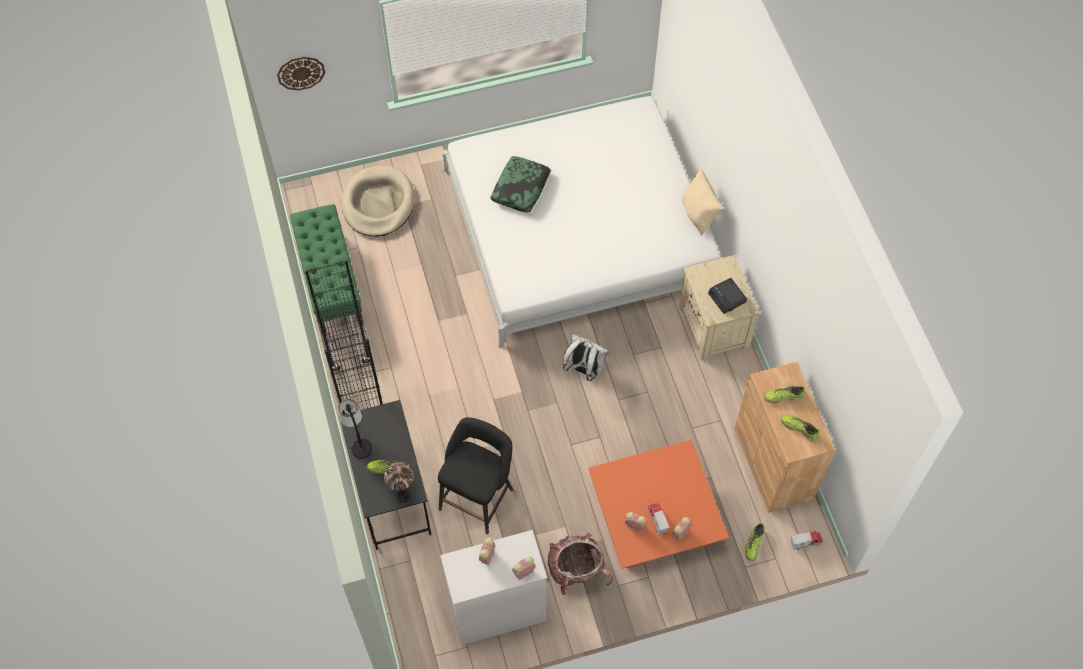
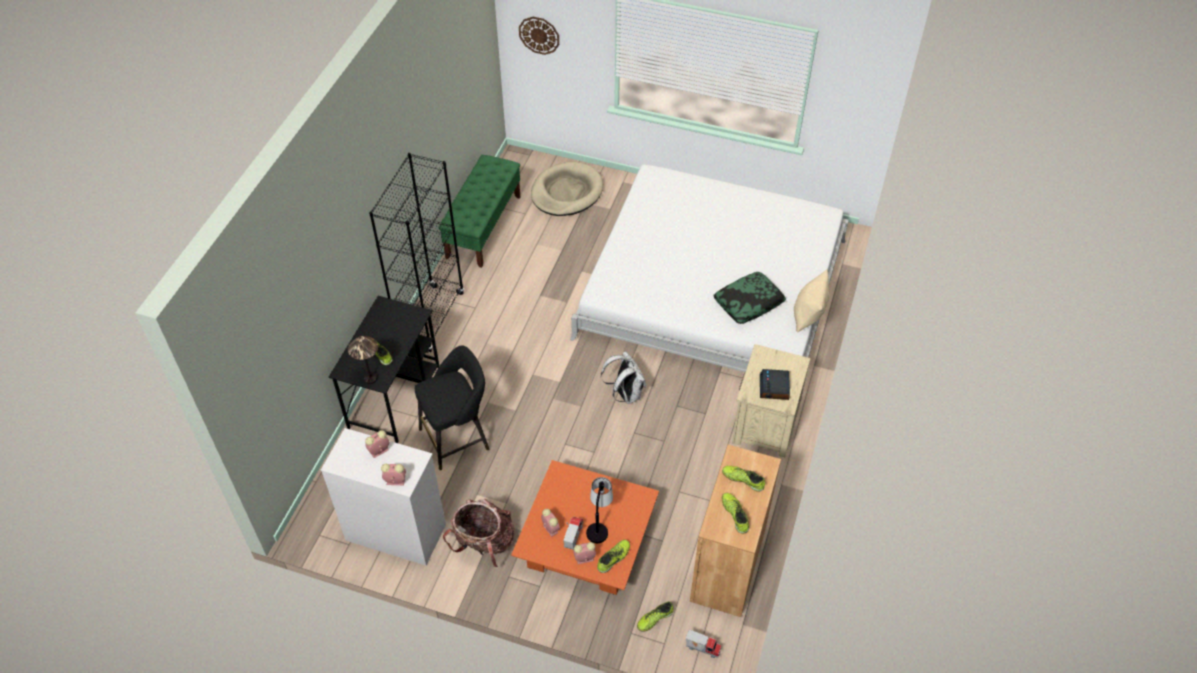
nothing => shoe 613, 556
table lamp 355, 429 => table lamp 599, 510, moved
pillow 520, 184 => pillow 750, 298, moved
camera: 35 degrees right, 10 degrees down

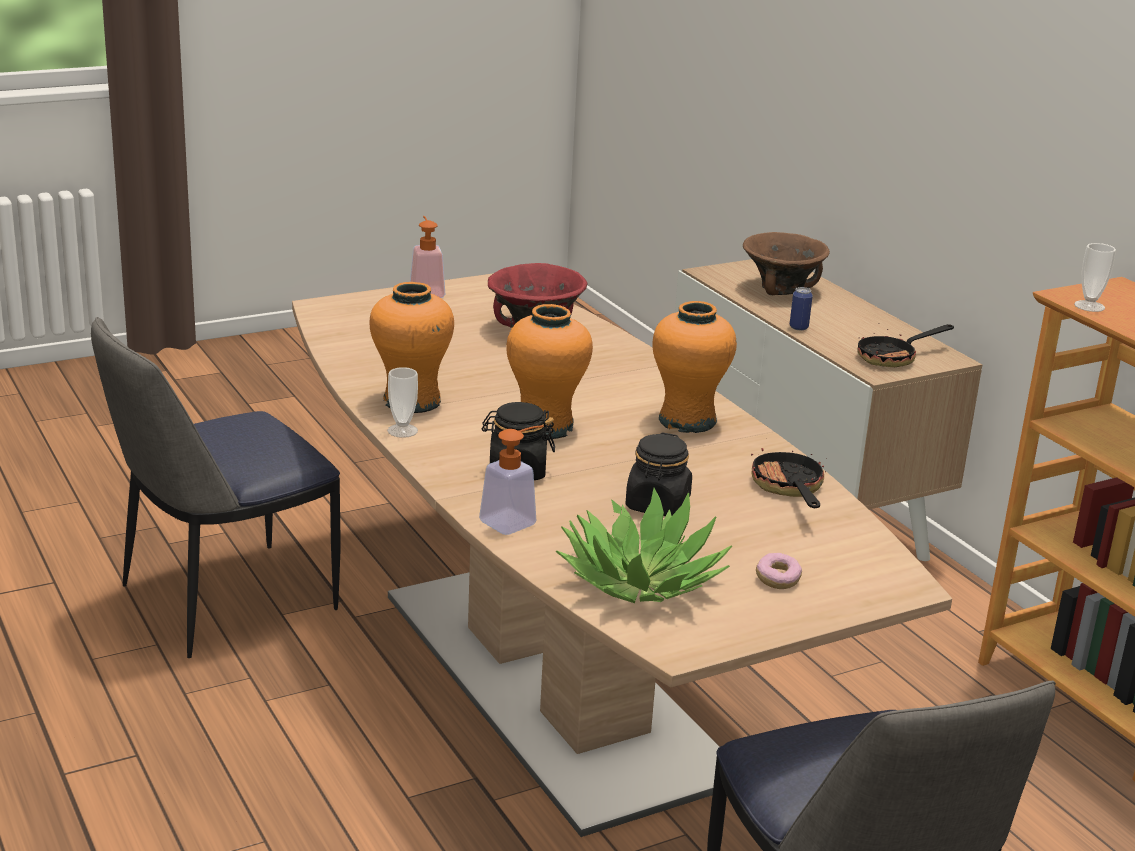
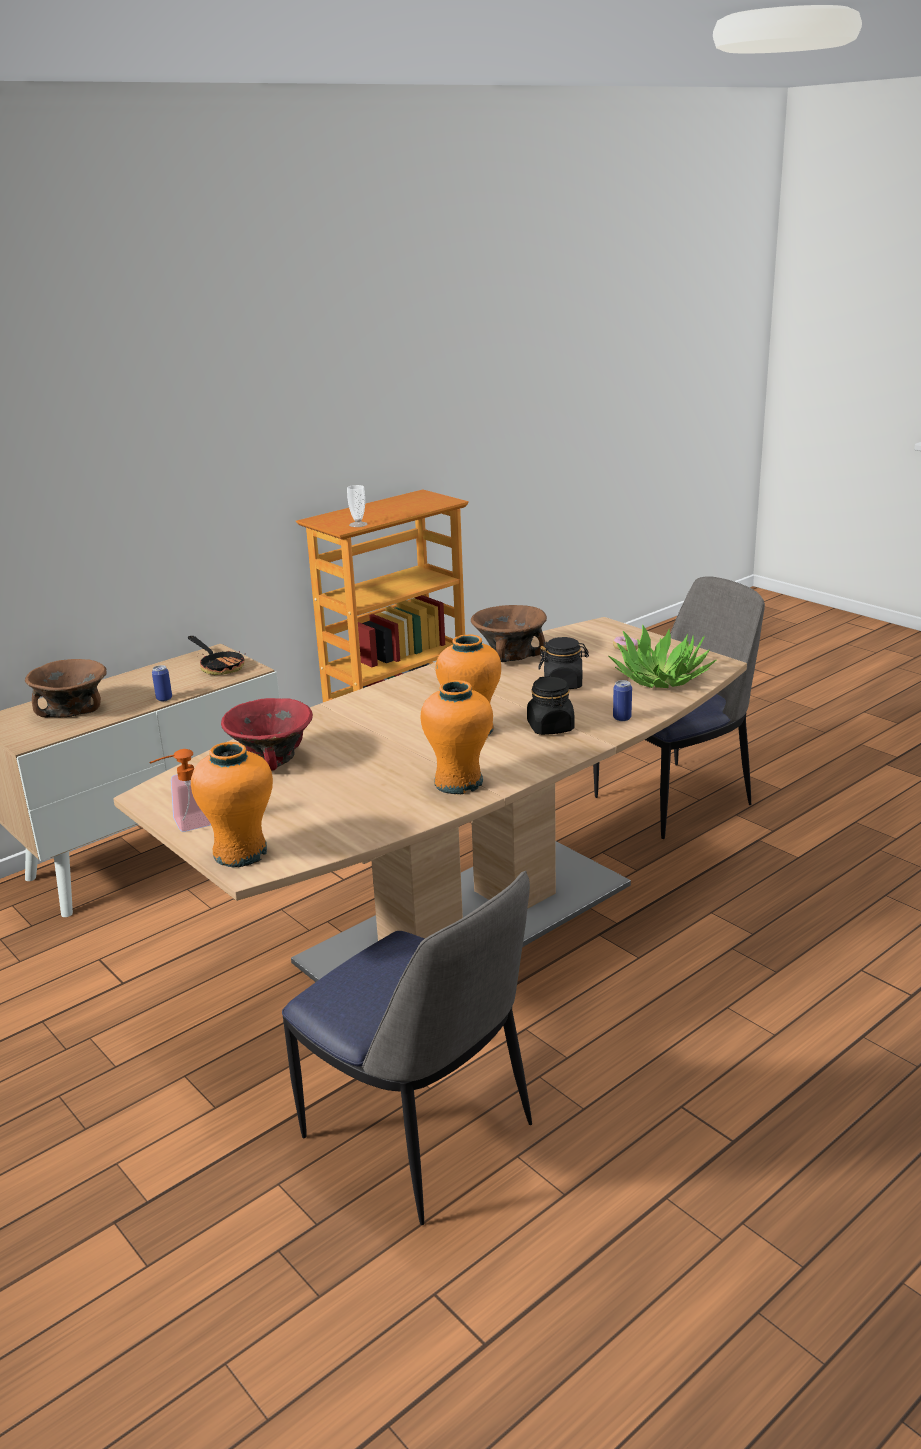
cup 402, 402 => nothing
orange vase 694, 367 => orange vase 232, 804, moved
soap dispenser 511, 480 => can 622, 700
frying pan 789, 473 => brown bowl 509, 633
camera: 100 degrees left, 0 degrees up

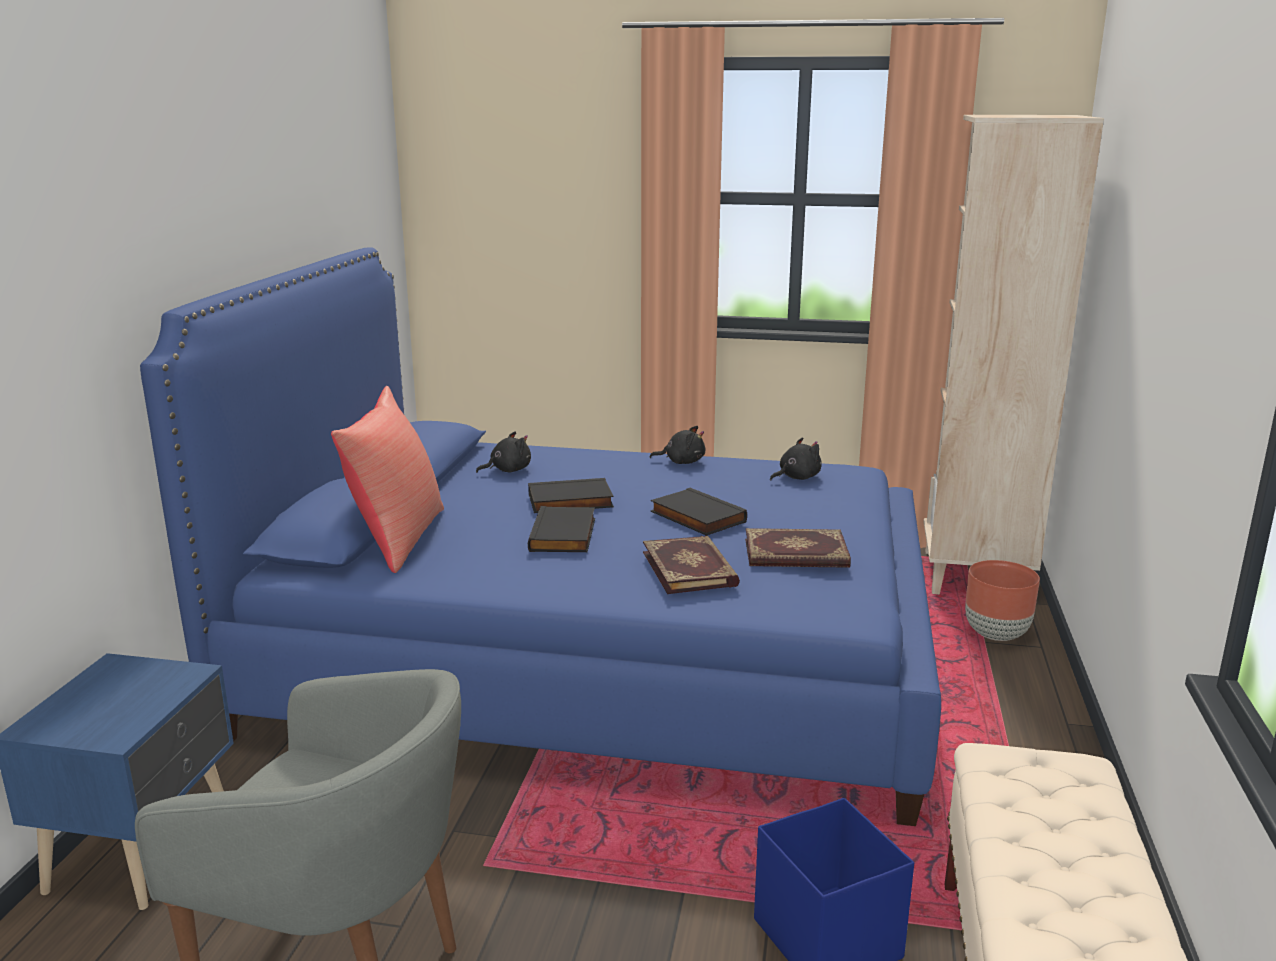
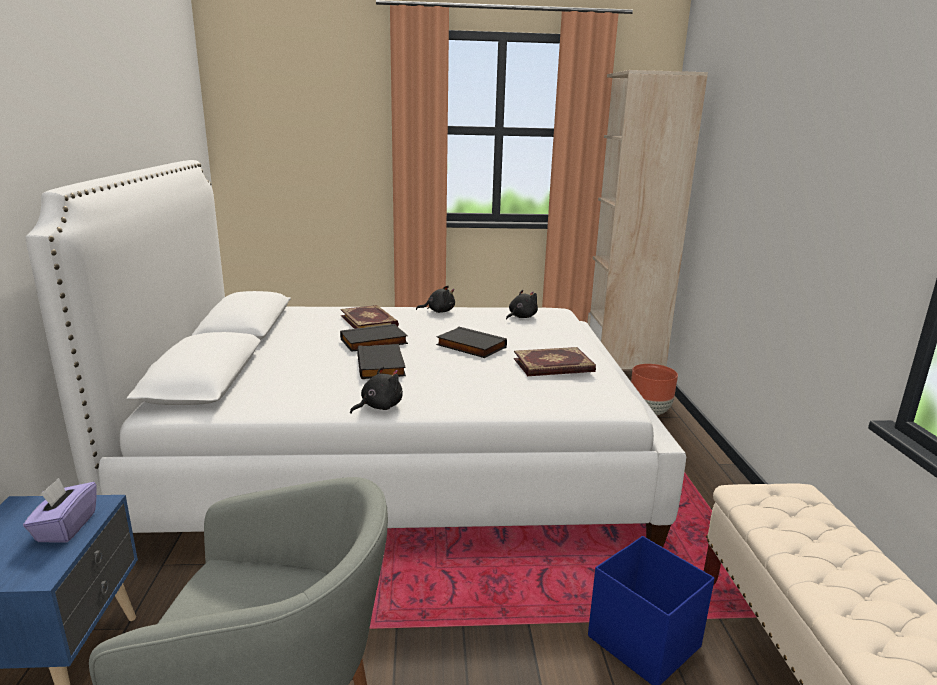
red pillow 387, 479 => nothing
nothing => purple tissue box 59, 510
black plush toy 503, 452 => black plush toy 376, 390, moved
book 691, 564 => book 369, 317, moved
blue bed 540, 536 => white bed 356, 353
camera: 15 degrees left, 0 degrees up

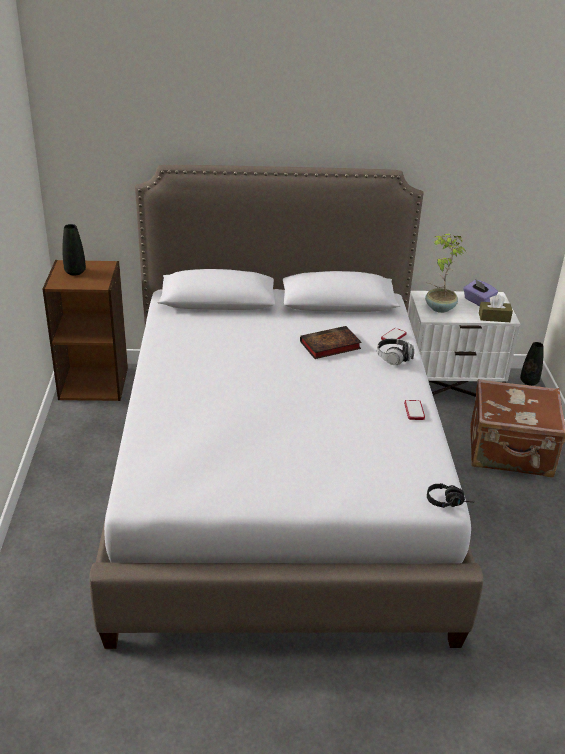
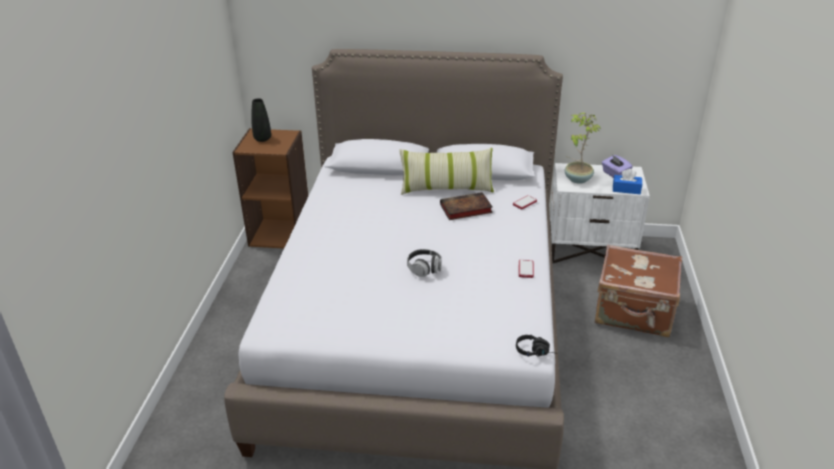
black vase 532, 364 => nothing
nothing => pillow 446, 171
headphones 395, 351 => headphones 424, 263, moved
brown tissue box 496, 308 => blue tissue box 627, 181
camera: 10 degrees right, 0 degrees up

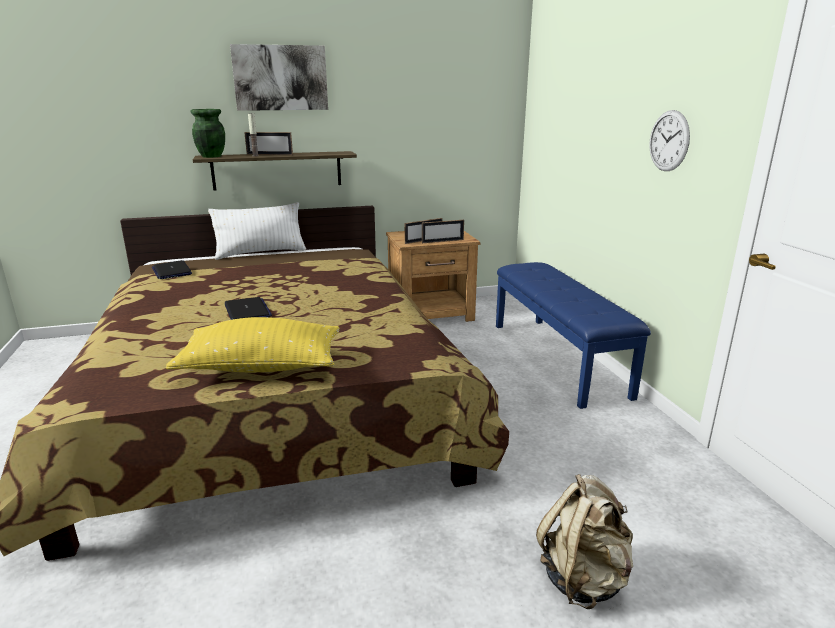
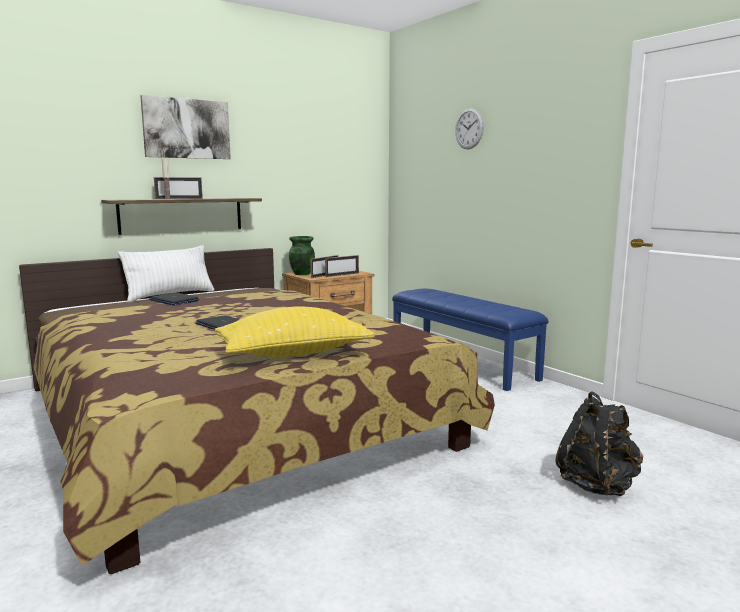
laptop 172, 269 => laptop 174, 299, moved
green vase 208, 133 => green vase 302, 255, moved
wall clock 669, 140 => wall clock 469, 128, moved
beige backpack 584, 541 => black backpack 599, 443
camera: 20 degrees left, 10 degrees down

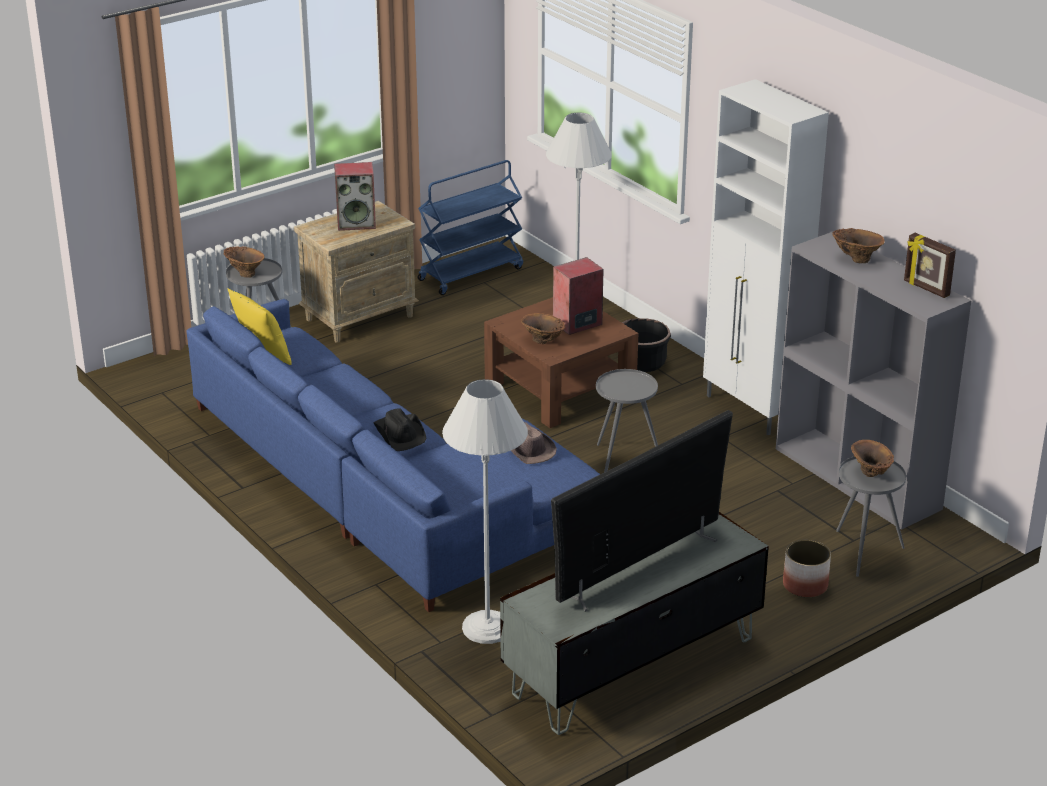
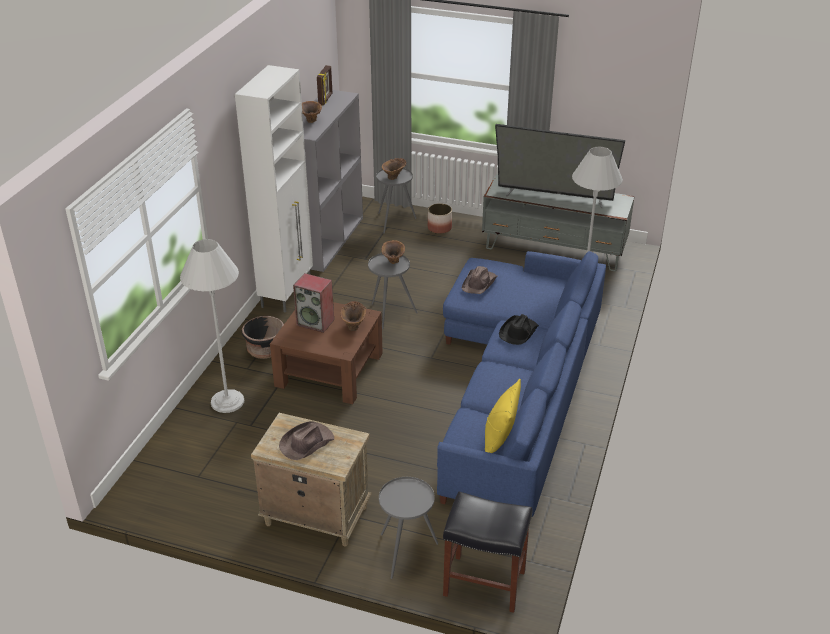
blue cart 470, 227 => nothing
nothing => black stool 488, 552
brown vase 244, 262 => brown vase 393, 252, moved
speaker 355, 196 => brown hat 306, 440
camera: 125 degrees left, 5 degrees up

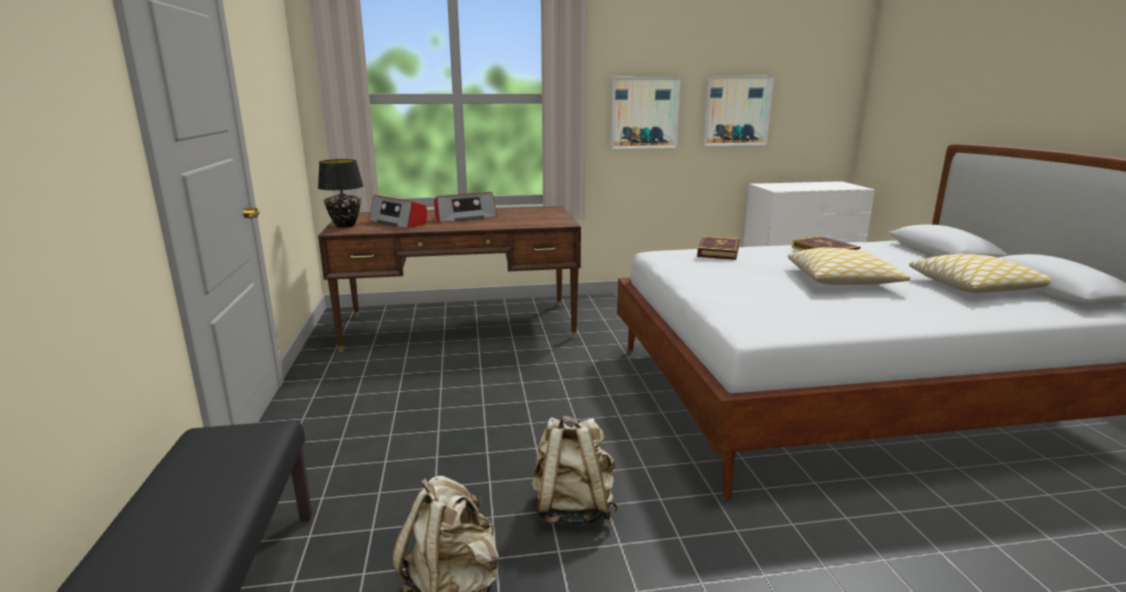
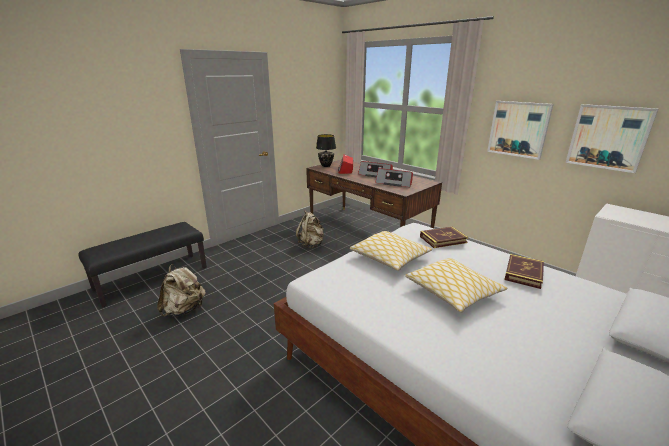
nothing => radio 394, 177
beige backpack 575, 470 => beige backpack 310, 229, moved
pillow 980, 273 => pillow 391, 251, moved
camera: 55 degrees right, 5 degrees up

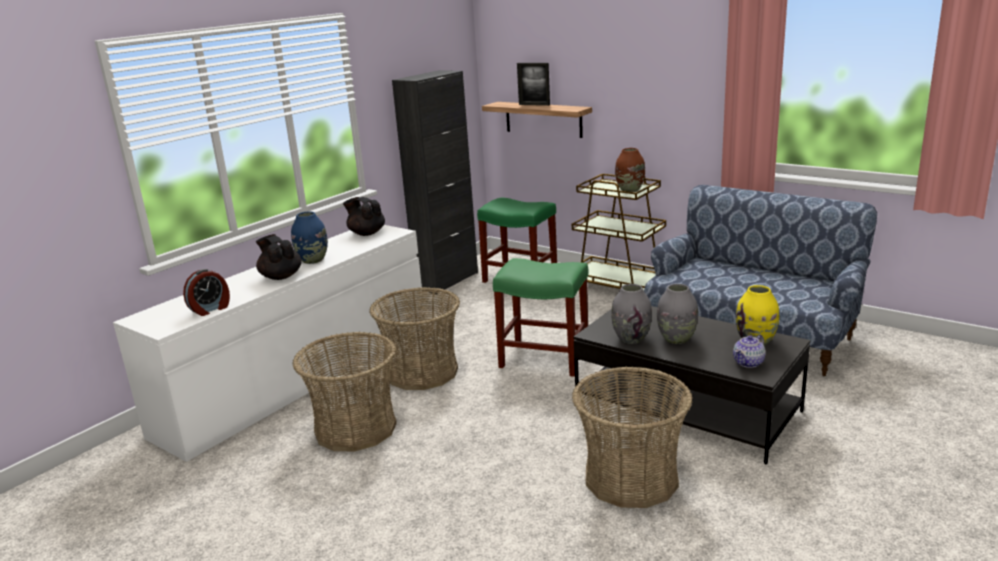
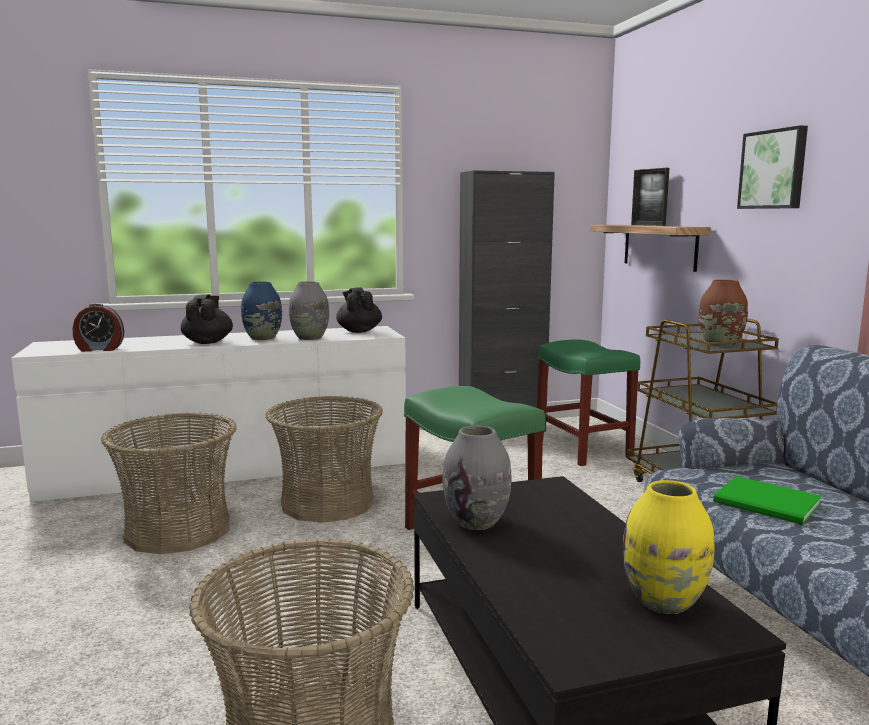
teapot 749, 351 => nothing
nothing => green book 767, 500
nothing => picture 772, 167
grey vase 677, 314 => grey vase 309, 310, moved
camera: 35 degrees right, 10 degrees down

